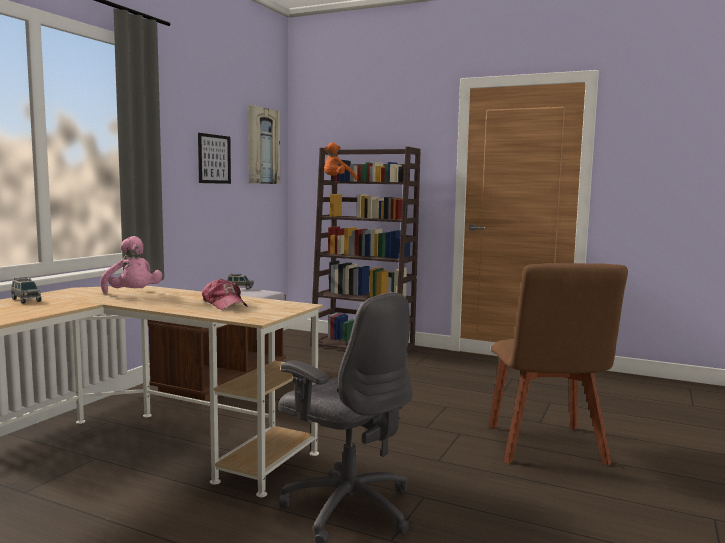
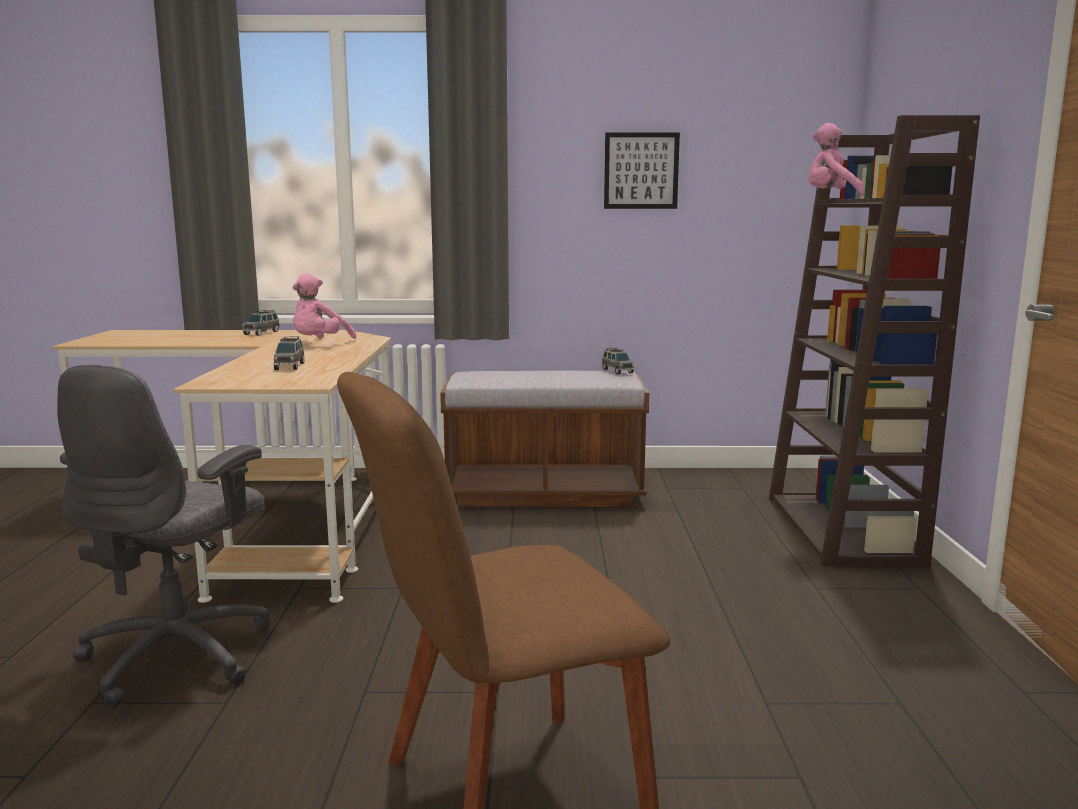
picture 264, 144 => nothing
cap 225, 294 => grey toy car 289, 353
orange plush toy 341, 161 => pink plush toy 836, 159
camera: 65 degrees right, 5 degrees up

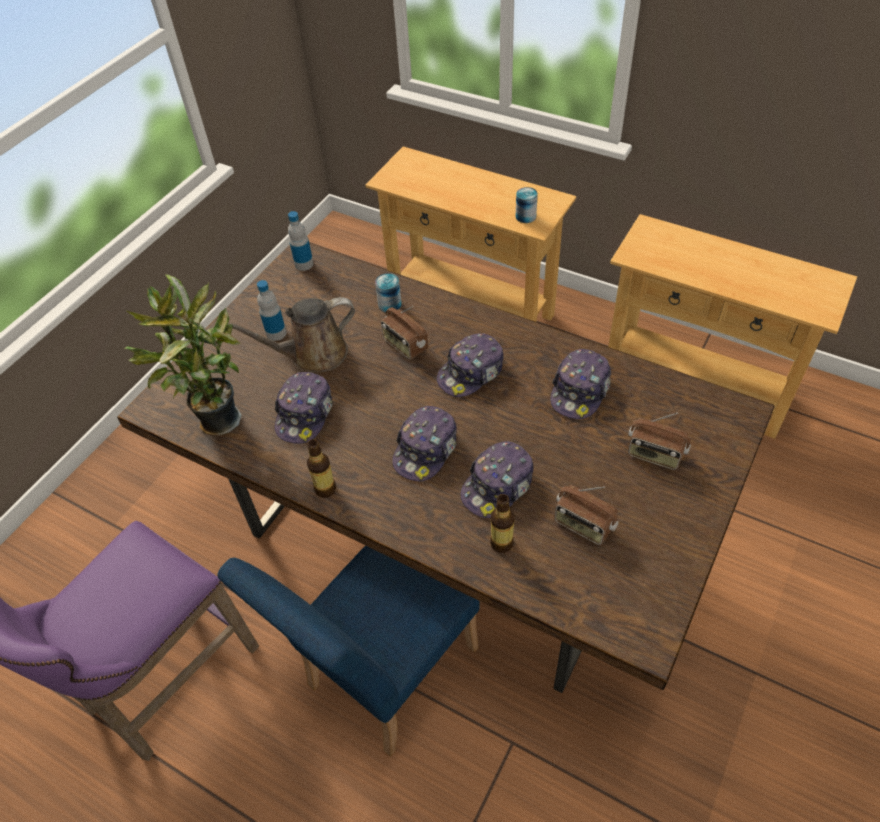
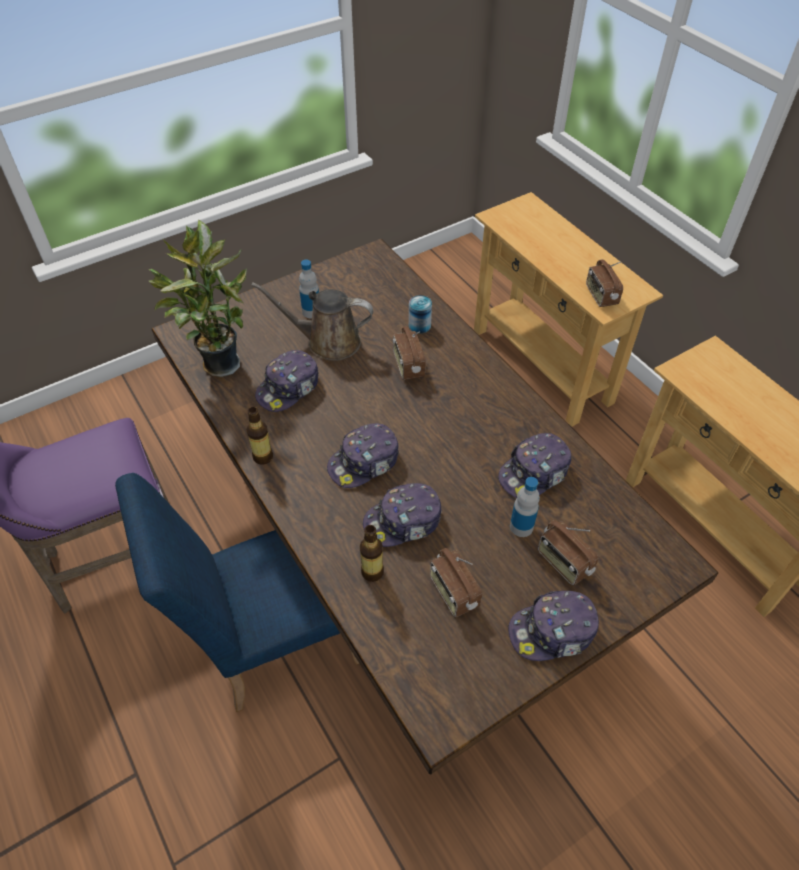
bottle 301, 241 => bottle 525, 507, moved
cap 470, 365 => cap 553, 626, moved
can 527, 205 => radio 604, 283
camera: 25 degrees right, 0 degrees up

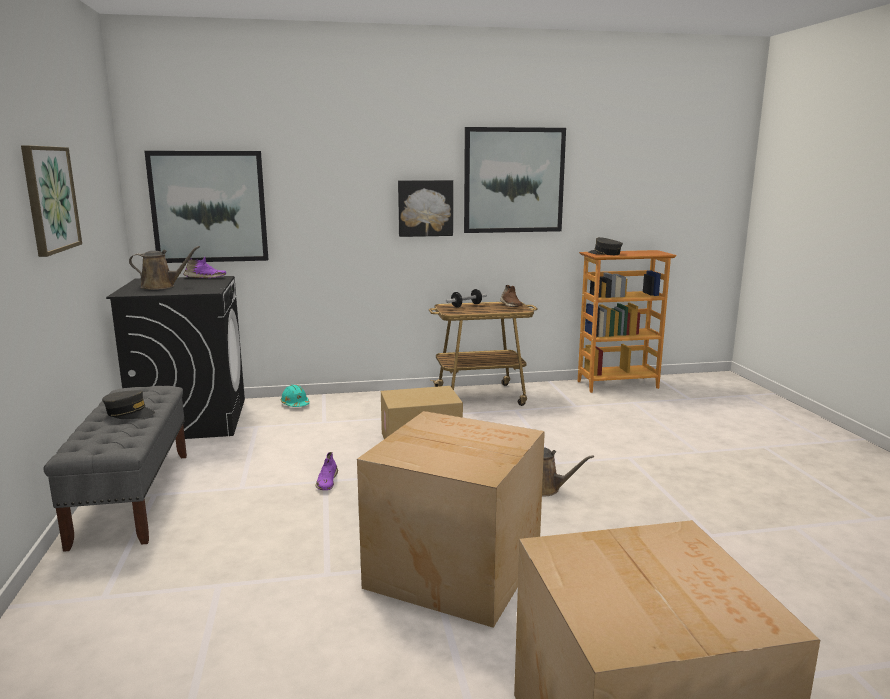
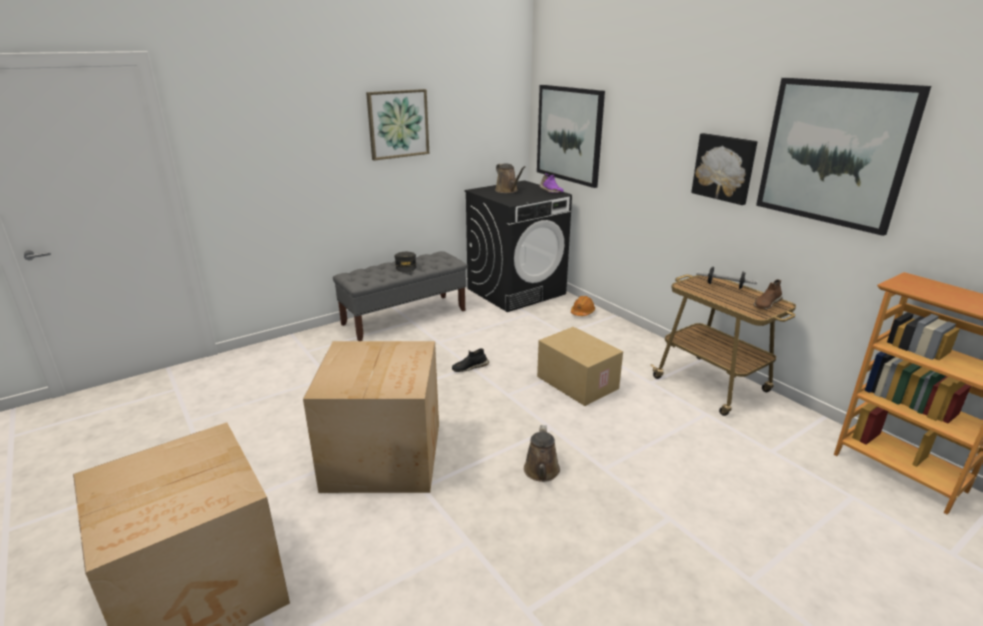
grey cap 606, 246 => nothing
turquoise hard hat 295, 396 => orange hard hat 583, 306
purple shoe 326, 471 => black shoe 470, 360
camera: 65 degrees right, 10 degrees up

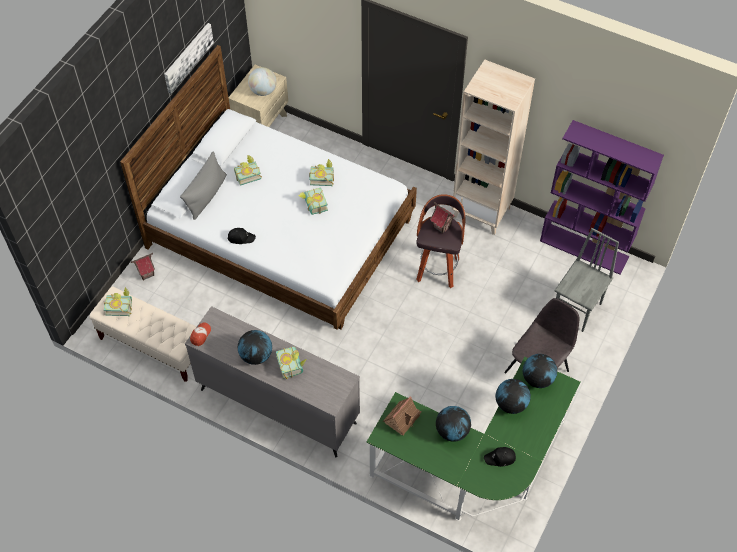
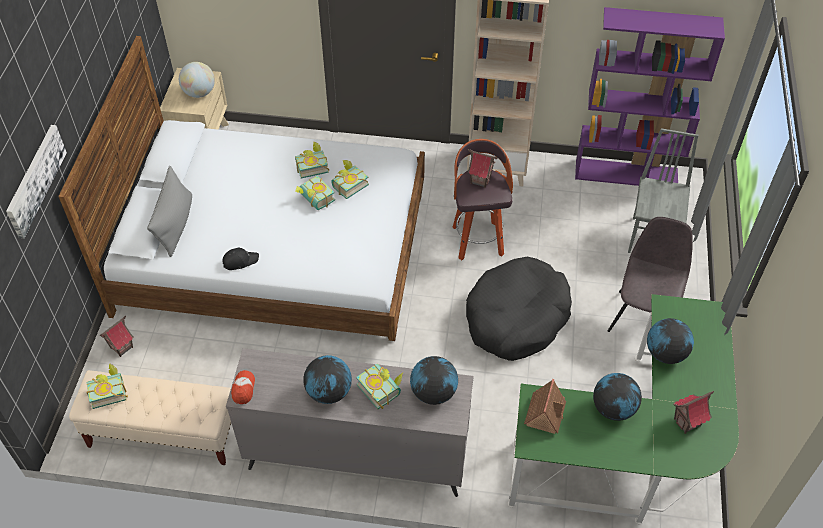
nothing => black dog bed 519, 309
picture 189, 58 => picture 36, 181, moved
book 248, 170 => book 350, 179, moved
globe 540, 371 => globe 434, 380, moved
black cap 500, 457 => toy house 693, 412
camera: 20 degrees left, 5 degrees down

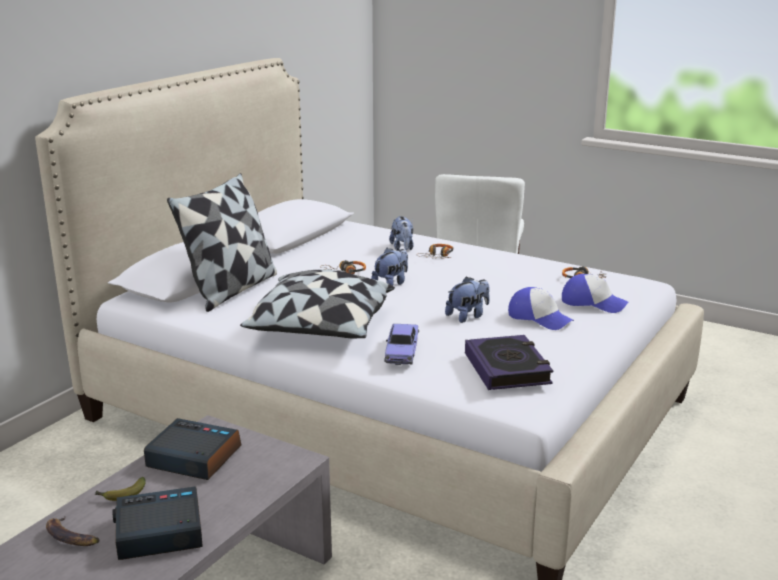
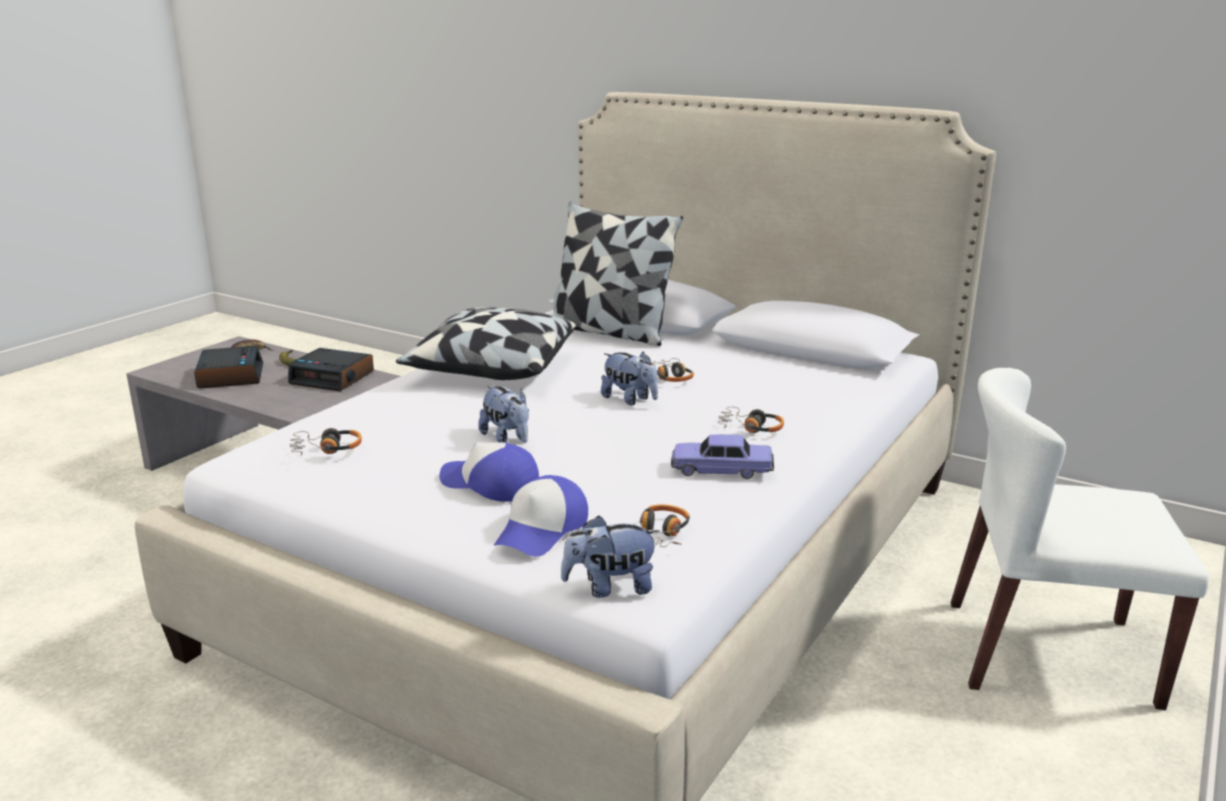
toy car 401, 344 => toy car 722, 456, moved
plush toy 401, 233 => plush toy 610, 556, moved
book 509, 362 => headphones 326, 442
alarm clock 193, 449 => alarm clock 331, 369, 90 degrees clockwise
cap 541, 308 => cap 489, 472, 75 degrees clockwise
camera: 90 degrees right, 0 degrees up

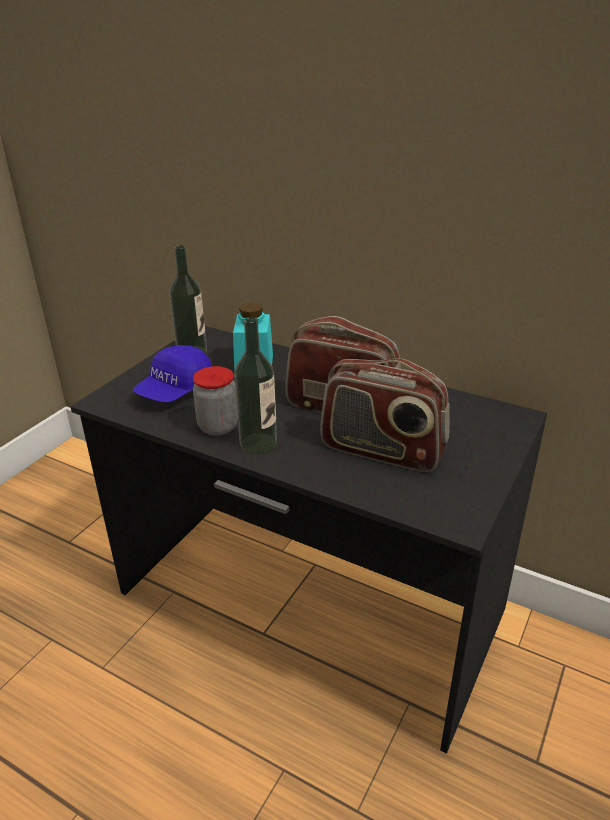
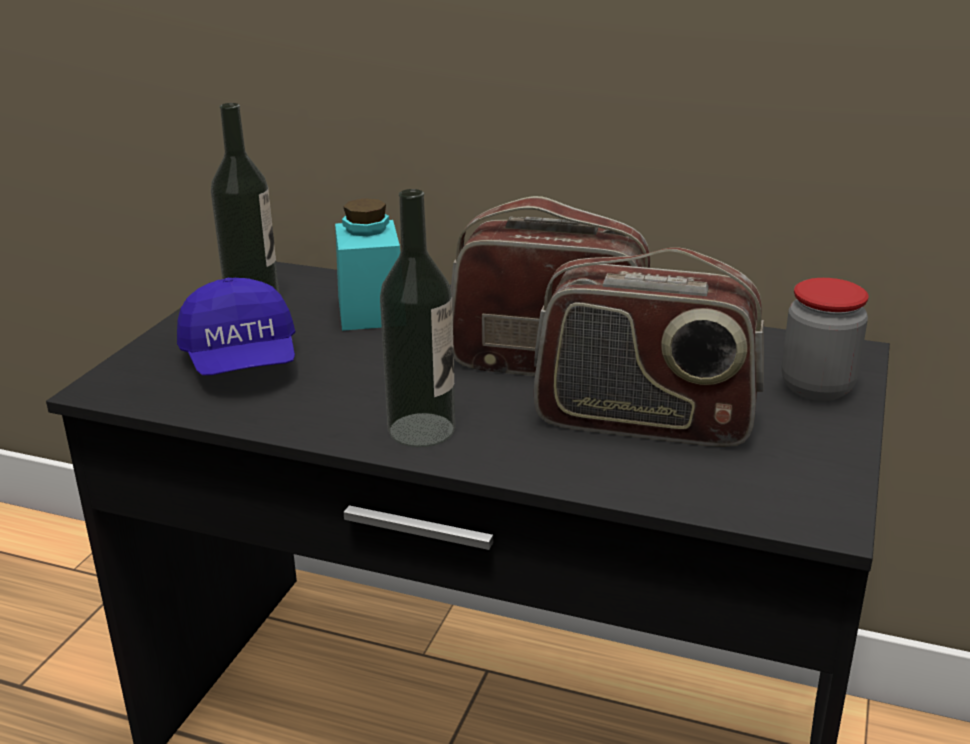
jar 215, 401 => jar 825, 339, moved
blue cap 172, 374 => blue cap 236, 327, 45 degrees counterclockwise
camera: 10 degrees left, 5 degrees down

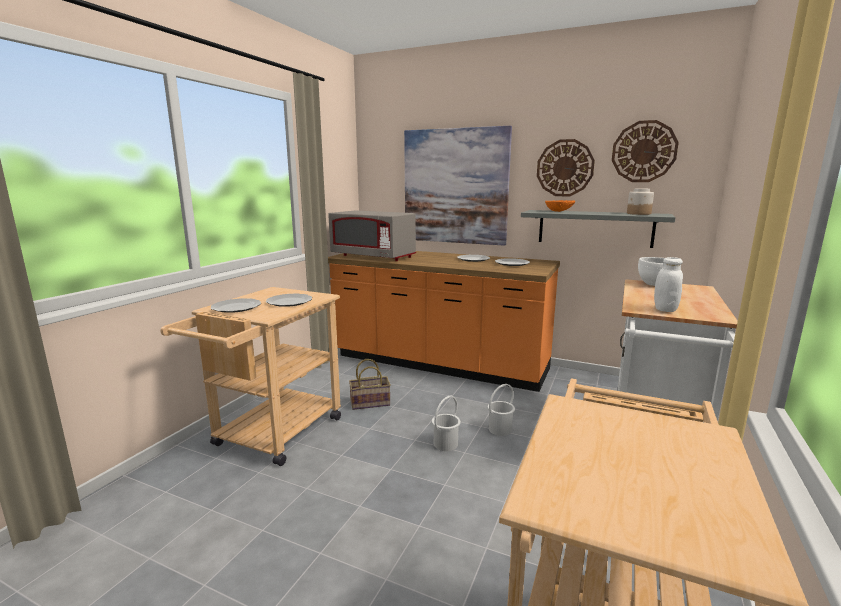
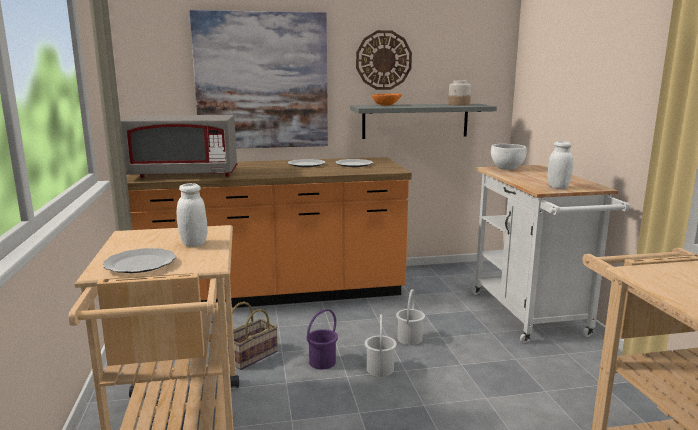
wall clock 645, 151 => nothing
nothing => purple bucket 322, 339
plate 289, 300 => white jar 192, 215
camera: 35 degrees left, 0 degrees up

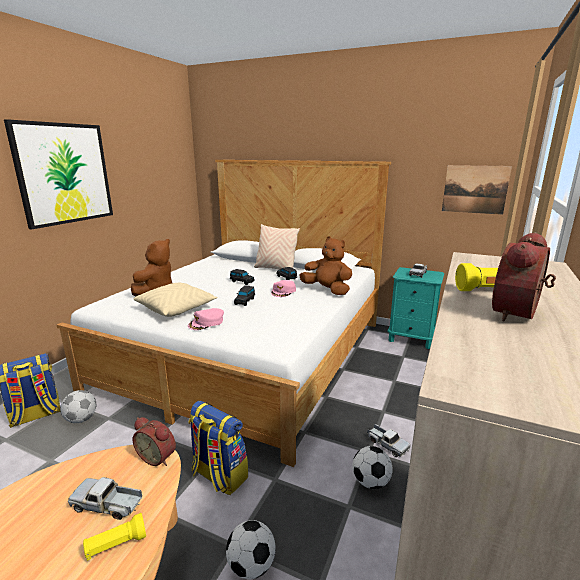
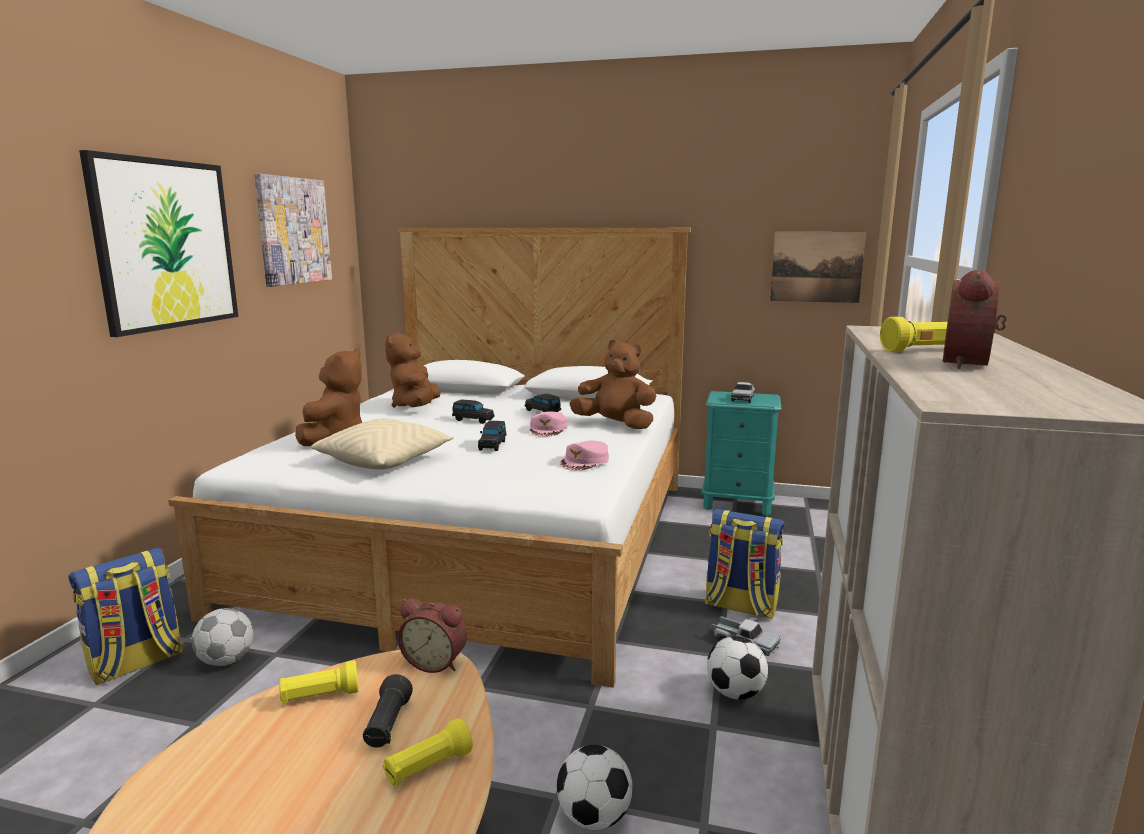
beige pillow 277, 247 => nothing
nothing => picture 293, 230
nothing => yellow flashlight 318, 682
nothing => brown plush toy 413, 370
pink cap 206, 319 => pink cap 584, 456, moved
backpack 218, 448 => backpack 744, 564, moved
toy truck 105, 498 => black flashlight 388, 711
camera: 10 degrees left, 5 degrees down

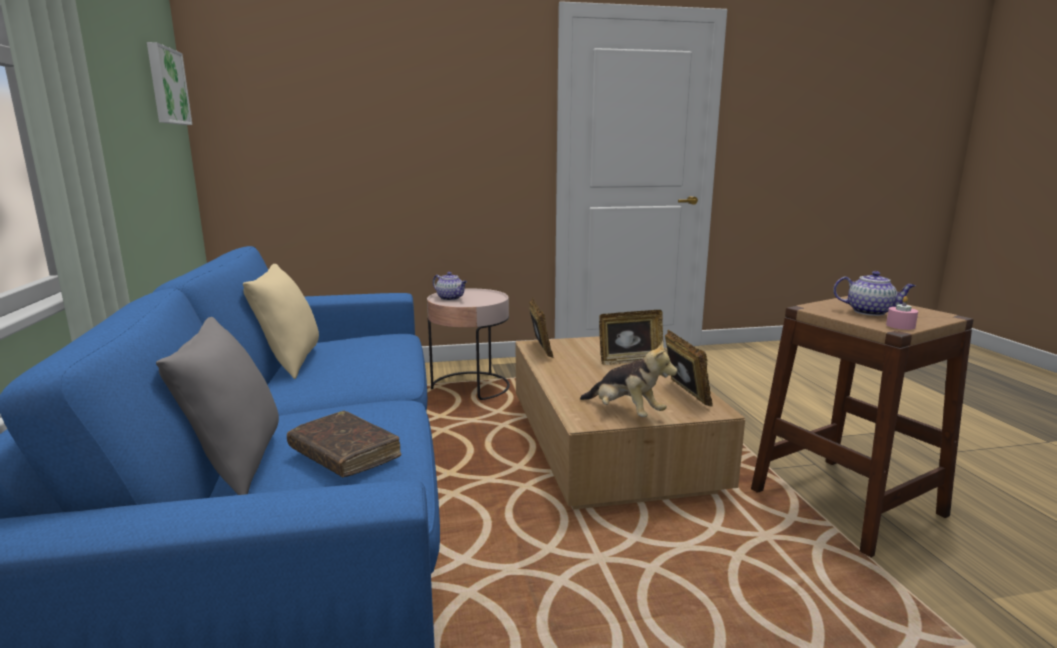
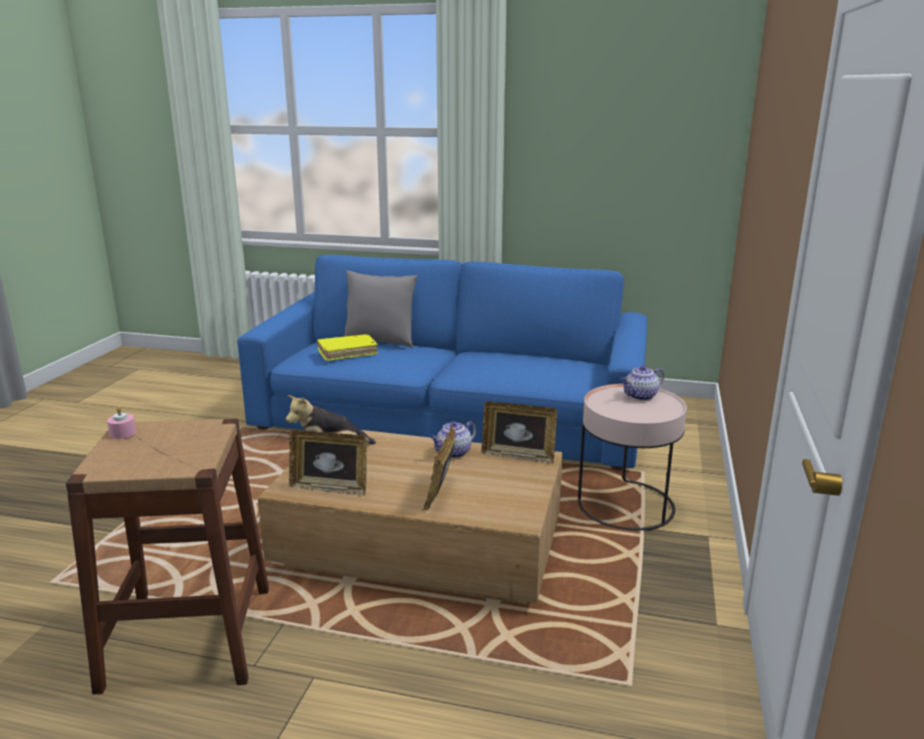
picture 169, 83 => nothing
beige pillow 281, 321 => nothing
teapot 874, 293 => teapot 453, 439, moved
brown book 344, 444 => yellow book 347, 347
camera: 115 degrees right, 5 degrees up

